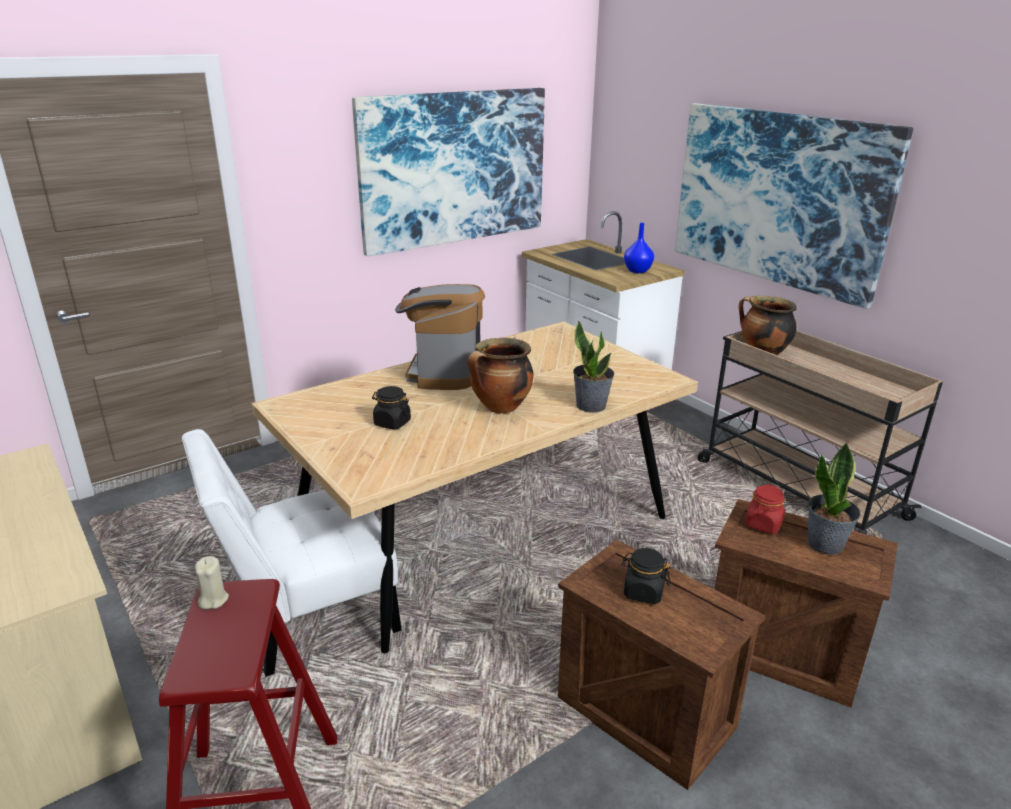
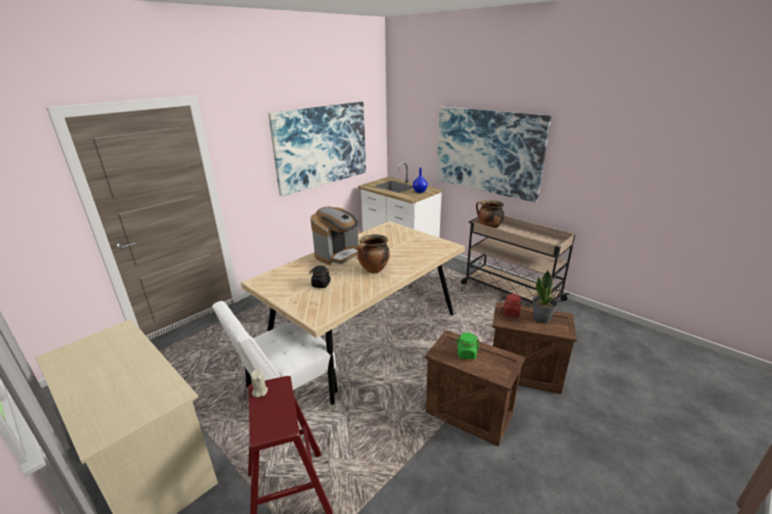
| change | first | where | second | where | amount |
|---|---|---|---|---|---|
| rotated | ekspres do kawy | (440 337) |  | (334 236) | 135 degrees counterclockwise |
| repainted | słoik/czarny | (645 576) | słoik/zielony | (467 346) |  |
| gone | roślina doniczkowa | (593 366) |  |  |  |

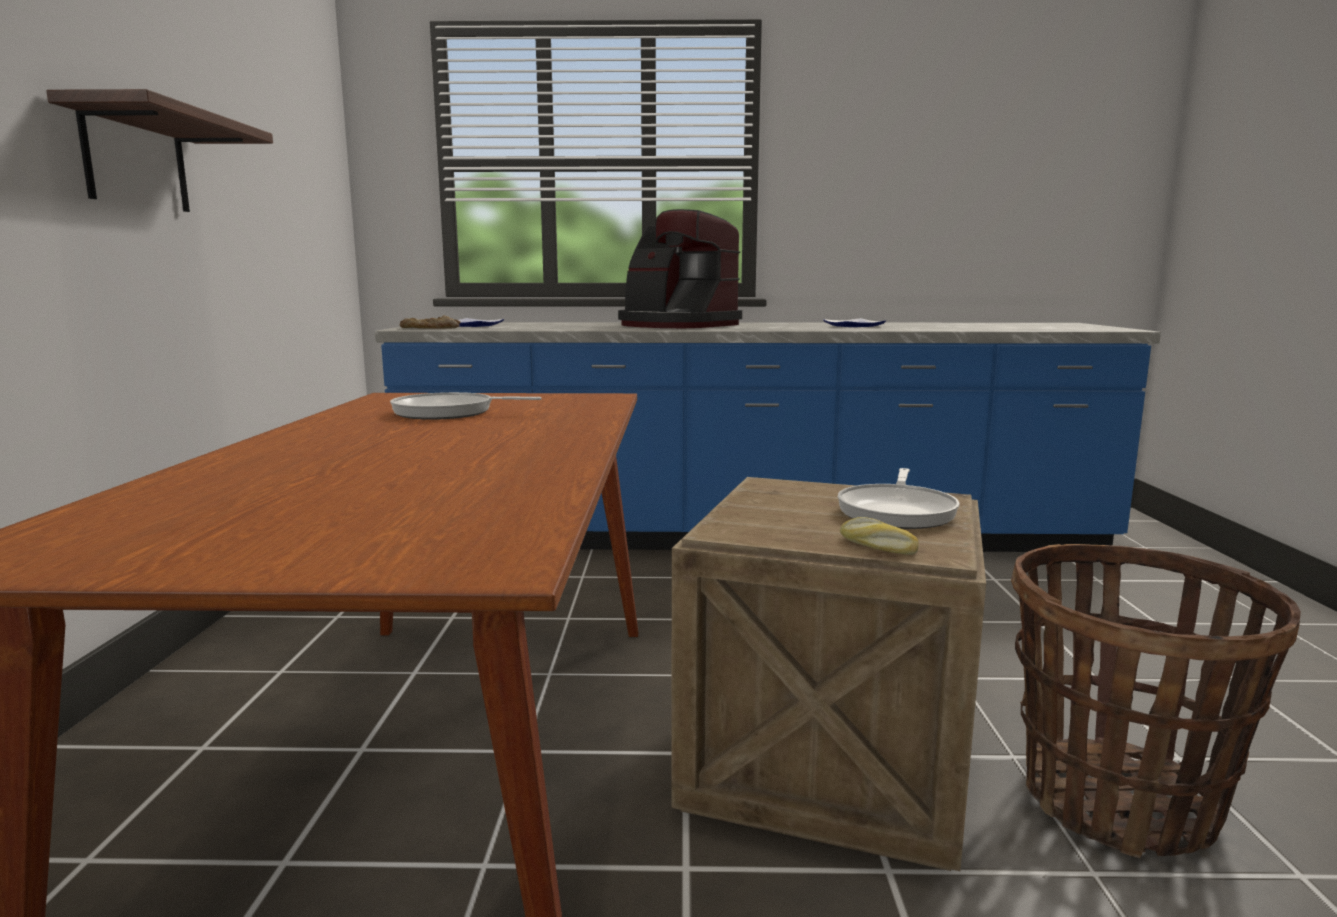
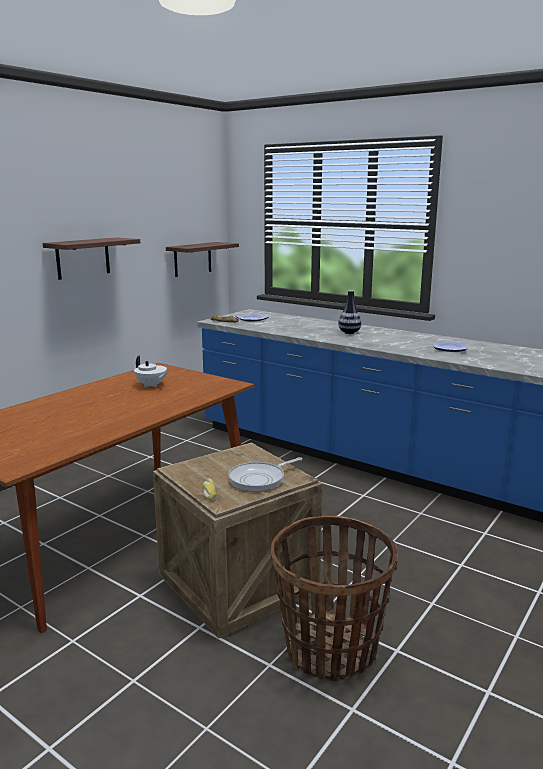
| change | first | where | second | where | amount |
|---|---|---|---|---|---|
| swapped | patelnia | (466 406) | imbryk/biały | (150 371) |  |
| new |  |  | półka | (202 259) |  |
| swapped | ekspres do kawy | (680 268) | wazon | (349 312) |  |

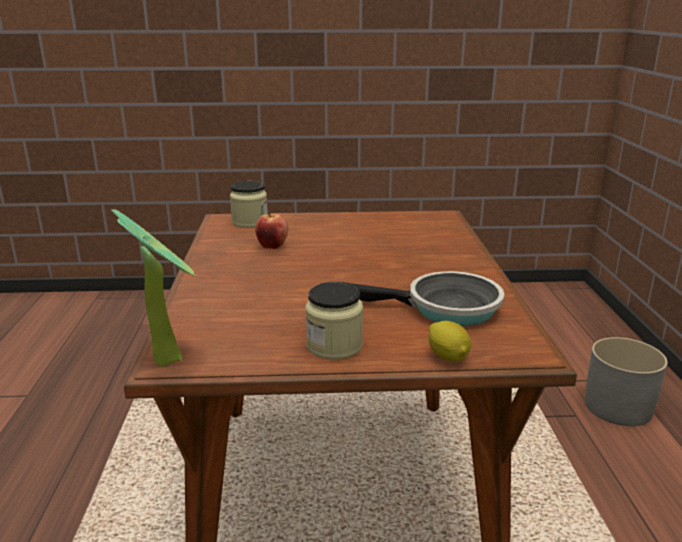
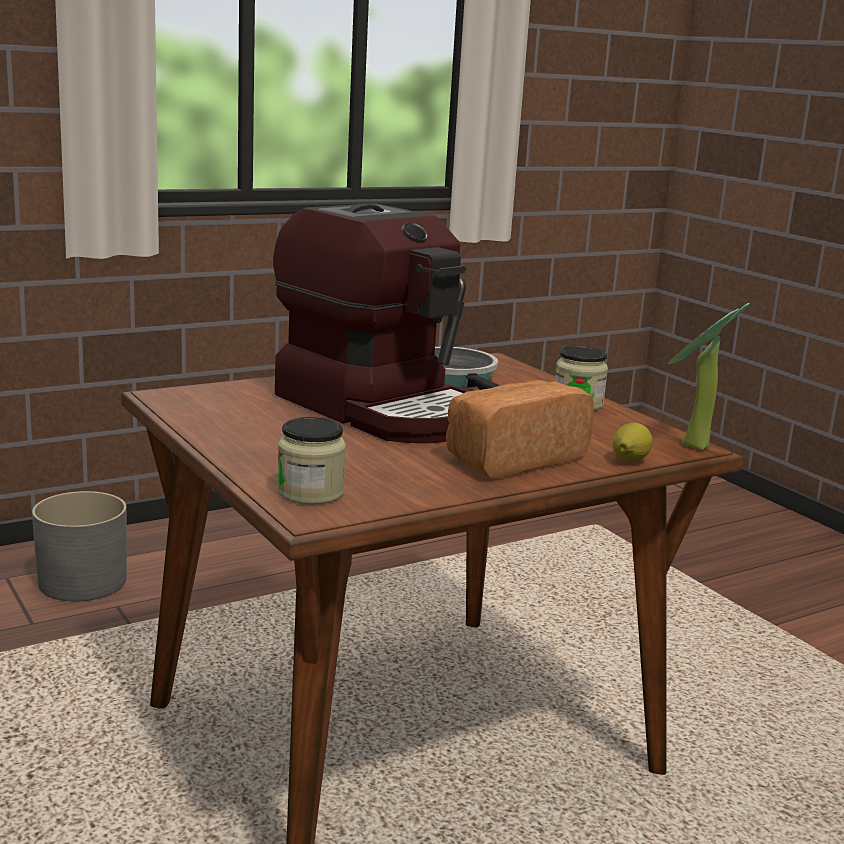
| change | first | where | second | where | amount |
|---|---|---|---|---|---|
| new |  |  | ekspres do kawy | (370 323) |  |
| new |  |  | chleb | (520 429) |  |
| shifted | cytryna | (450 341) |  | (632 442) |  |
| gone | jabłko | (271 231) |  |  |  |

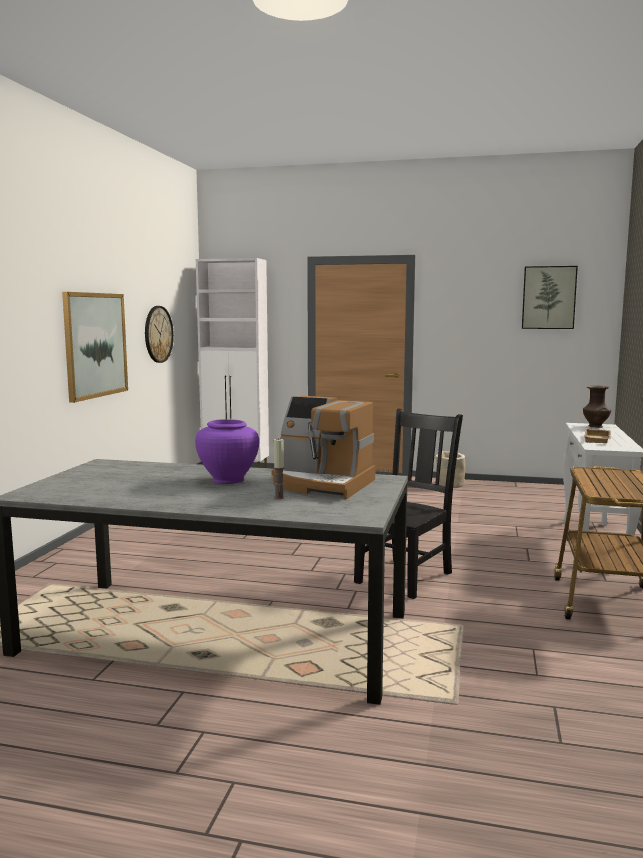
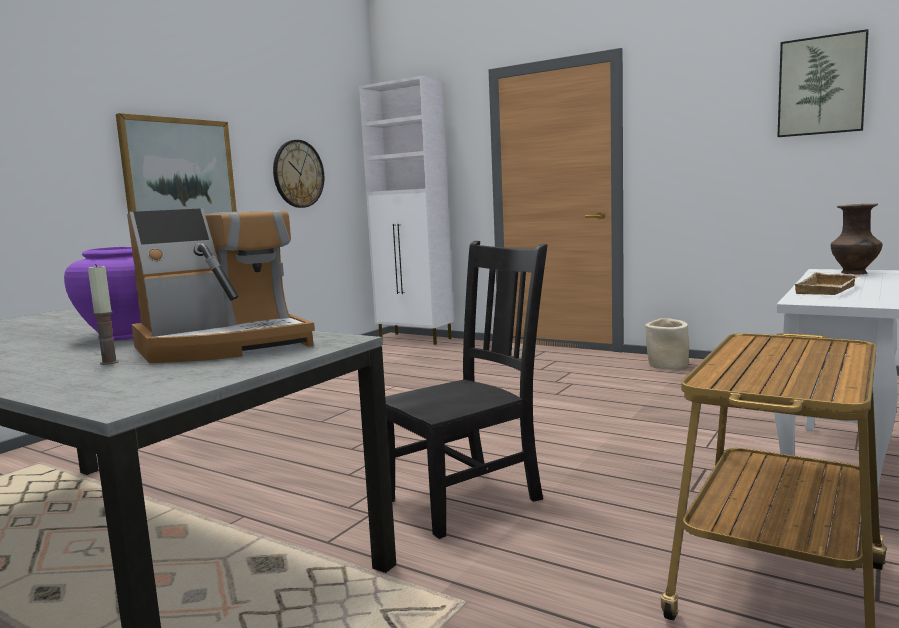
| change | first | where | second | where | amount |
|---|---|---|---|---|---|
| rotated | ekspres do kawy | (323 447) |  | (221 285) | 75 degrees counterclockwise |

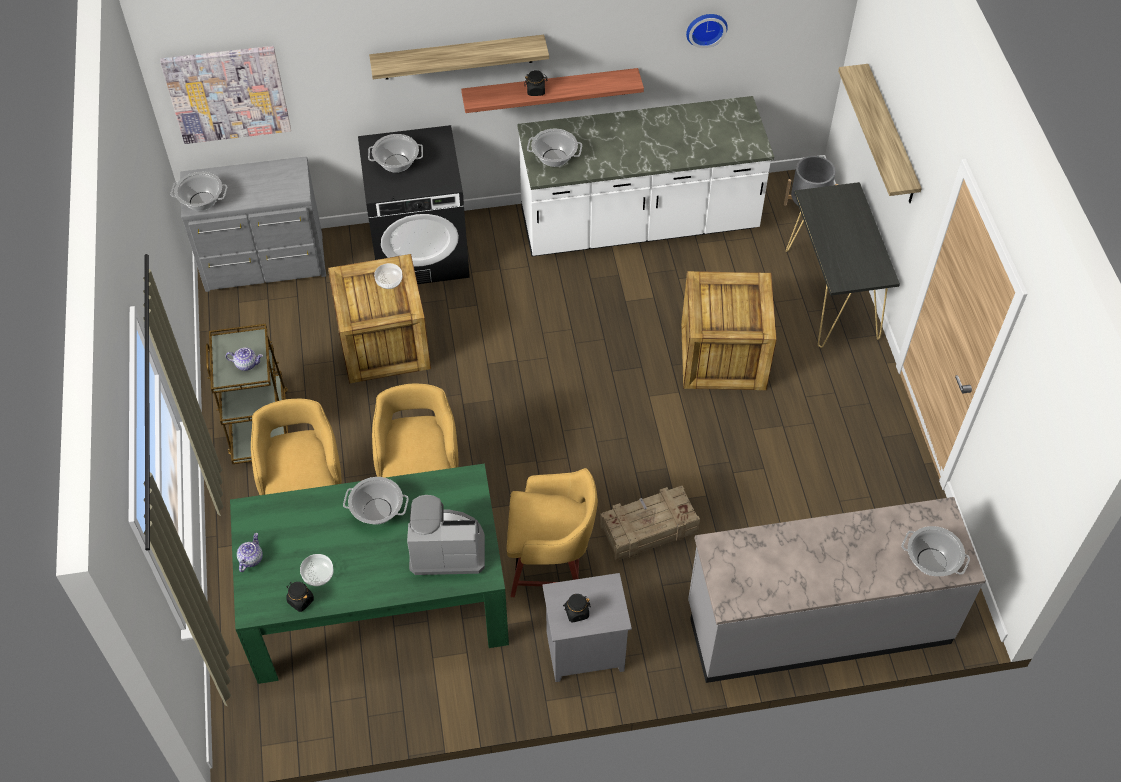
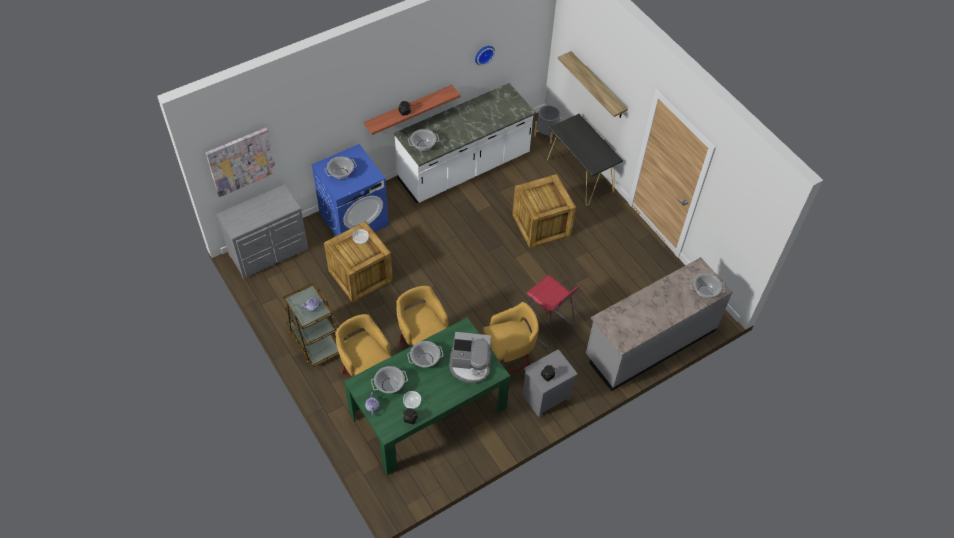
| change | first | where | second | where | amount |
|---|---|---|---|---|---|
| repainted | pralka/czarny | (414 204) | pralka/niebieski | (350 190) |  |
| shifted | garnek | (198 191) |  | (389 379) |  |
| rotated | ekspres do kawy | (446 535) |  | (470 357) | 150 degrees counterclockwise |
| swapped | skrzynka | (650 524) | stołek/czerwony | (552 312) |  |
| gone | półka | (459 57) |  |  |  |

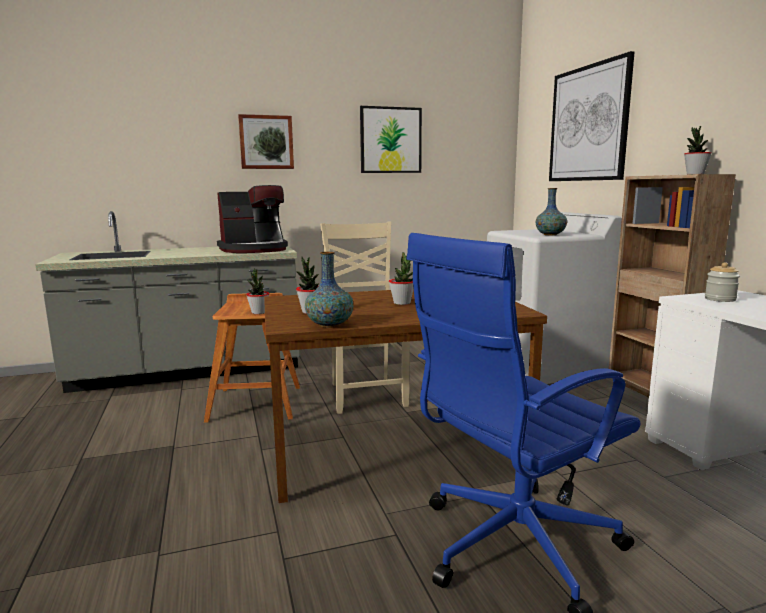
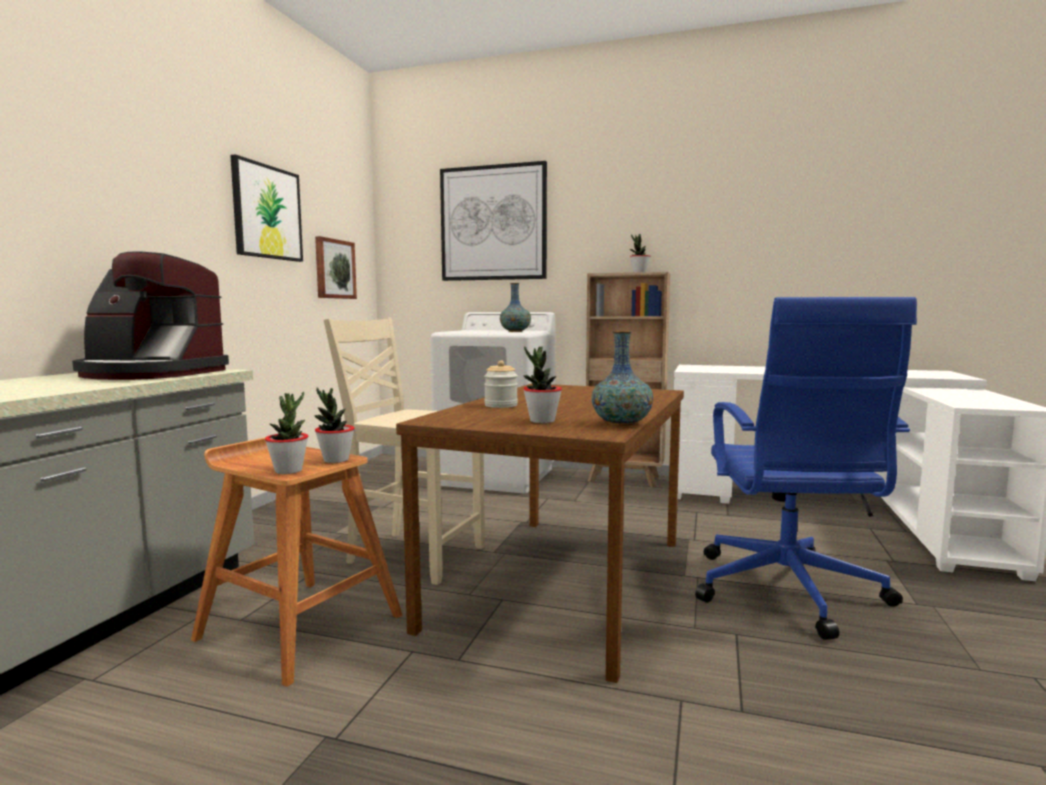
| change | first | where | second | where | amount |
|---|---|---|---|---|---|
| rotated | ekspres do kawy | (252 219) |  | (150 315) | 90 degrees clockwise |
| shifted | roślina doniczkowa | (401 278) |  | (286 433) |  |
| shifted | obraz | (266 141) |  | (336 267) |  |
| shifted | słoik | (722 282) |  | (501 384) |  |

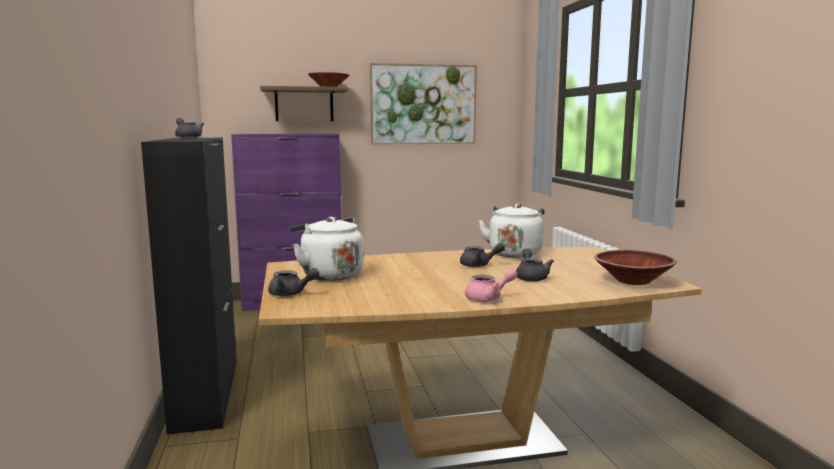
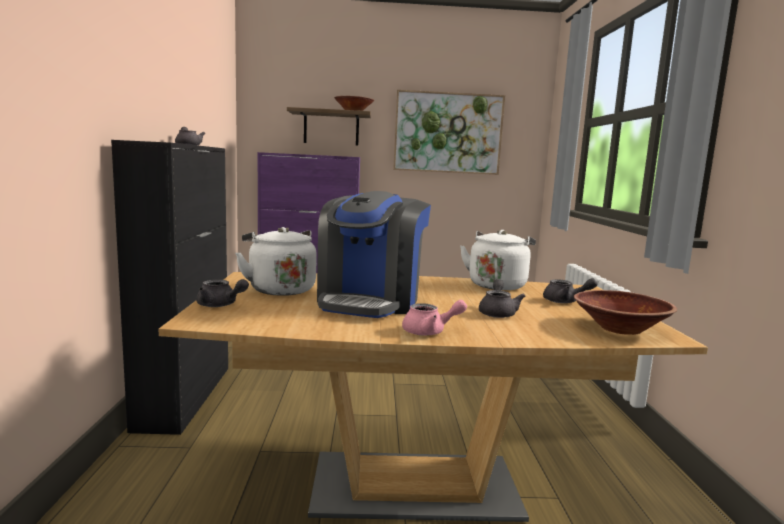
| change | first | where | second | where | amount |
|---|---|---|---|---|---|
| new |  |  | ekspres do kawy | (374 254) |  |
| shifted | imbryk/szary | (482 255) |  | (570 290) |  |

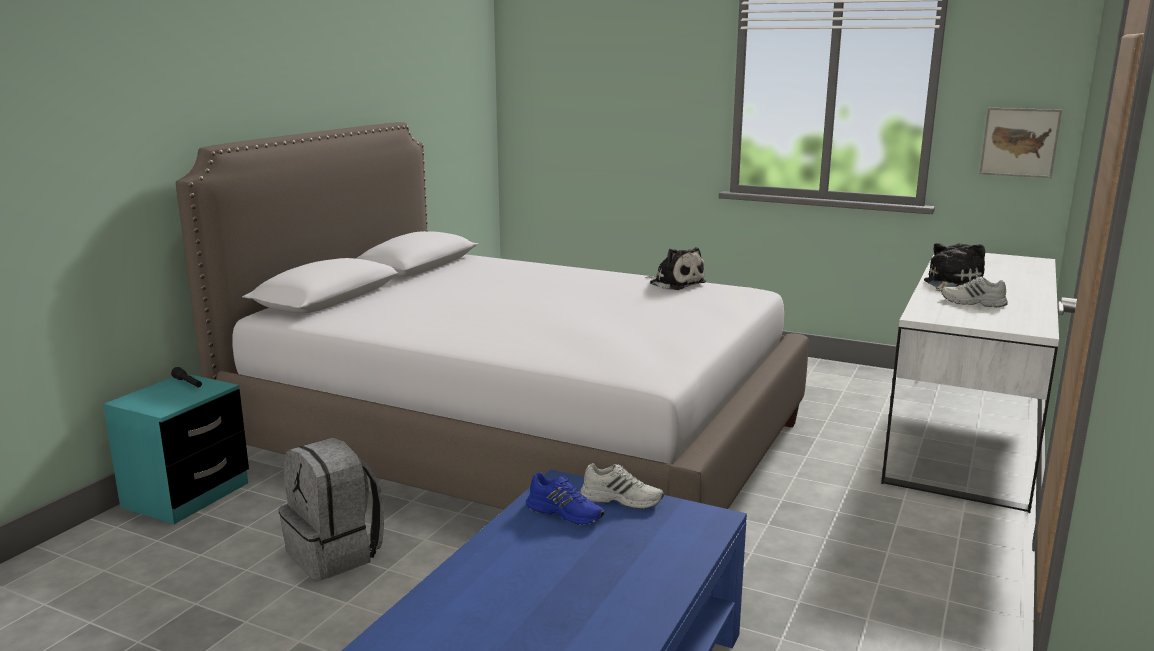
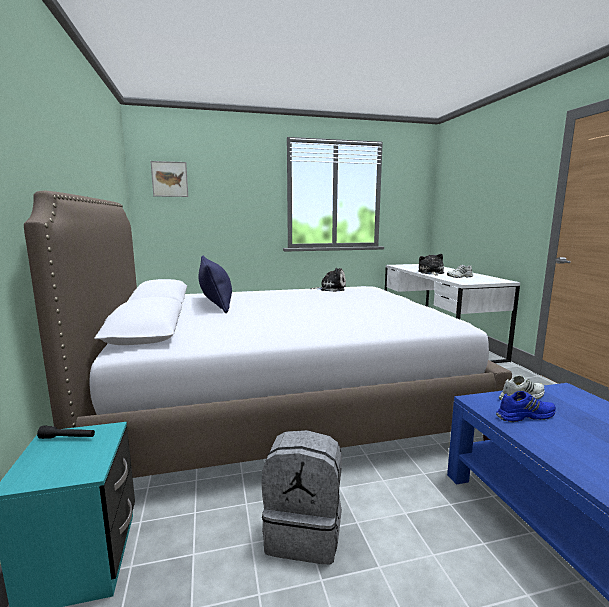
| change | first | where | second | where | amount |
|---|---|---|---|---|---|
| shifted | obraz | (1020 143) |  | (169 179) |  |
| new |  |  | poduszka/niebieski | (215 284) |  |

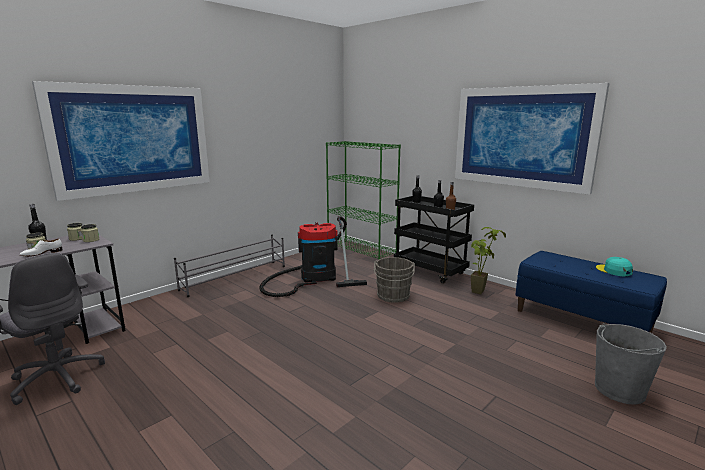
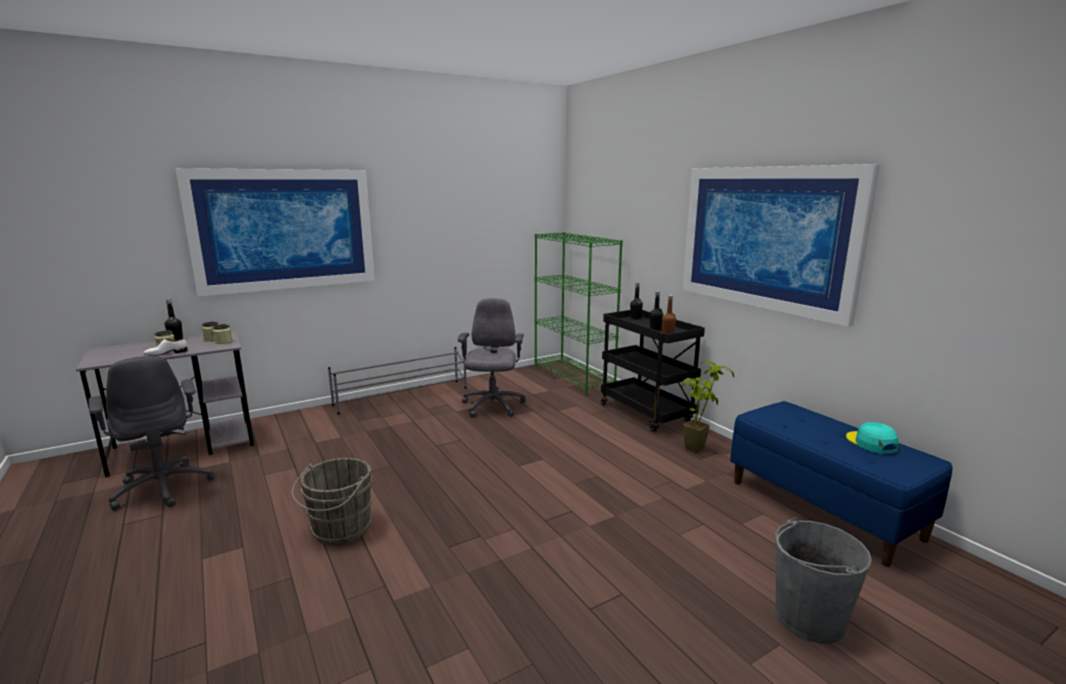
| change | first | where | second | where | amount |
|---|---|---|---|---|---|
| shifted | wiadro/szary | (394 280) |  | (331 501) |  |
| swapped | odkurzacz | (313 256) | krzesło biurowe/szary | (491 357) |  |

